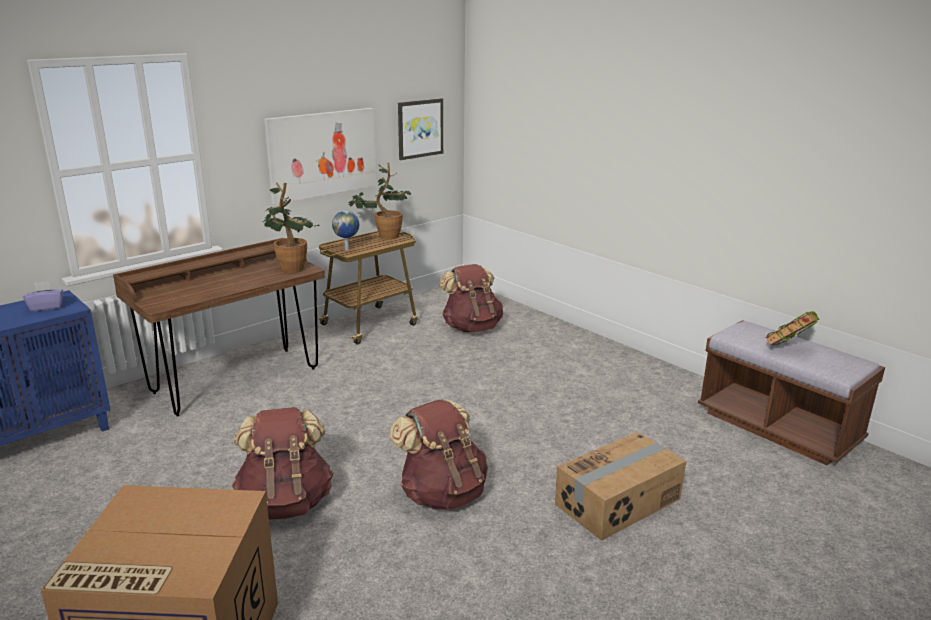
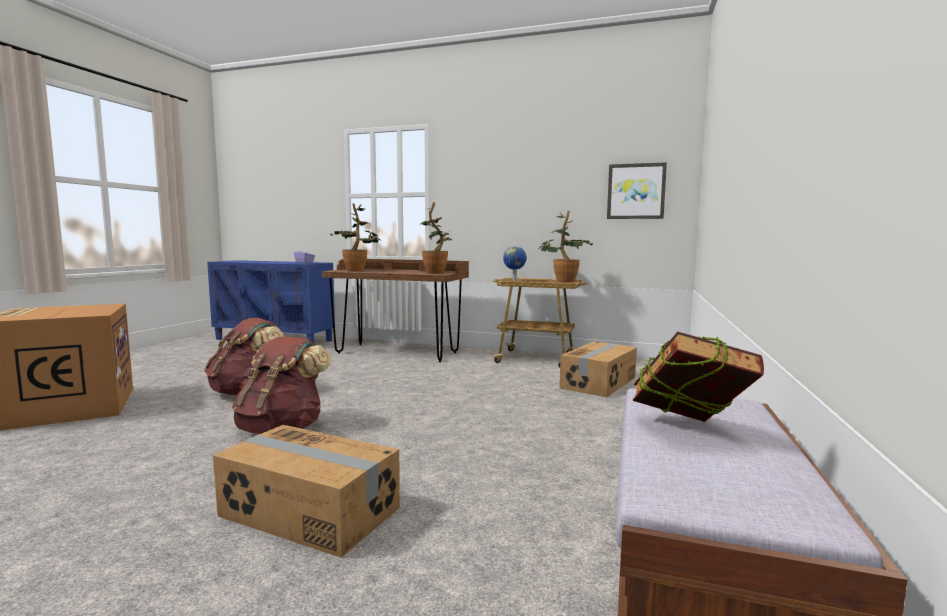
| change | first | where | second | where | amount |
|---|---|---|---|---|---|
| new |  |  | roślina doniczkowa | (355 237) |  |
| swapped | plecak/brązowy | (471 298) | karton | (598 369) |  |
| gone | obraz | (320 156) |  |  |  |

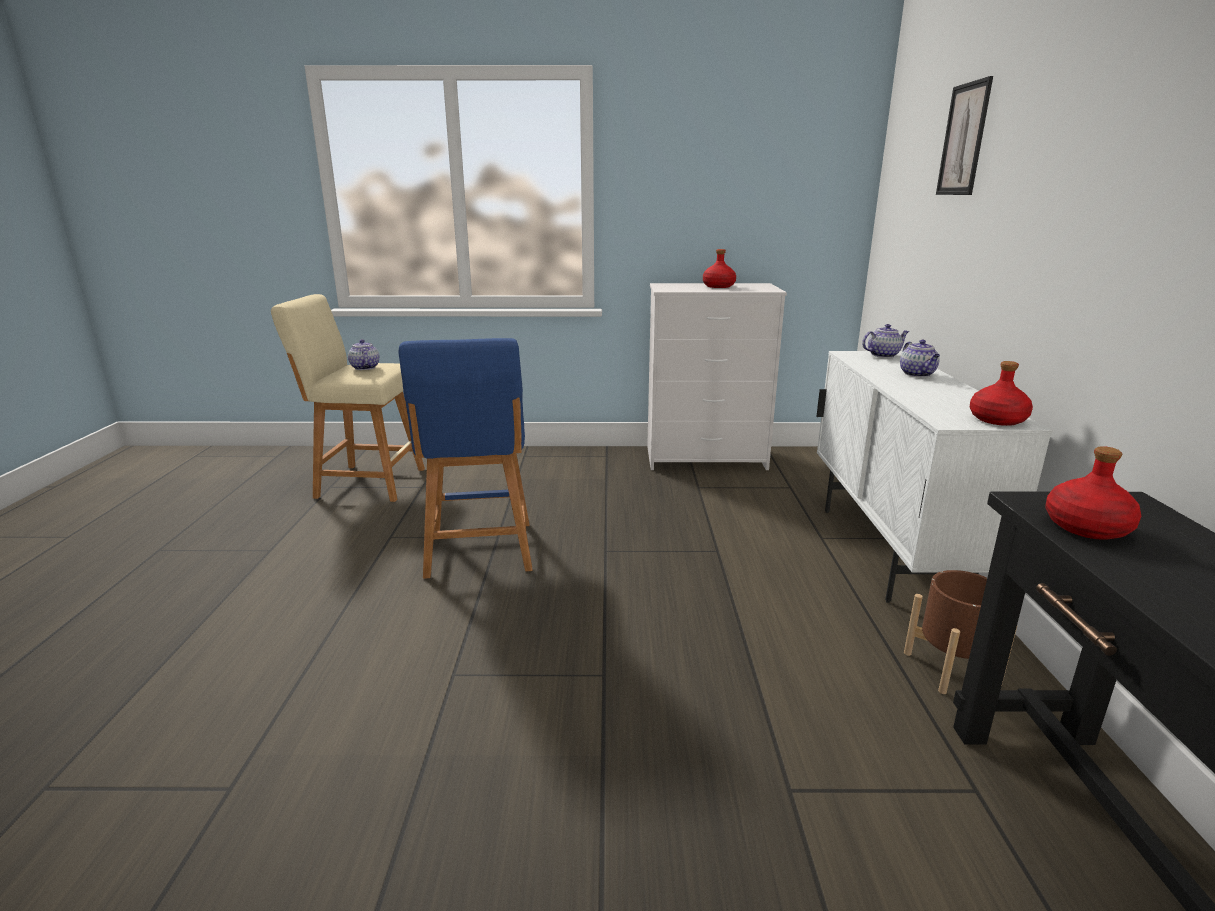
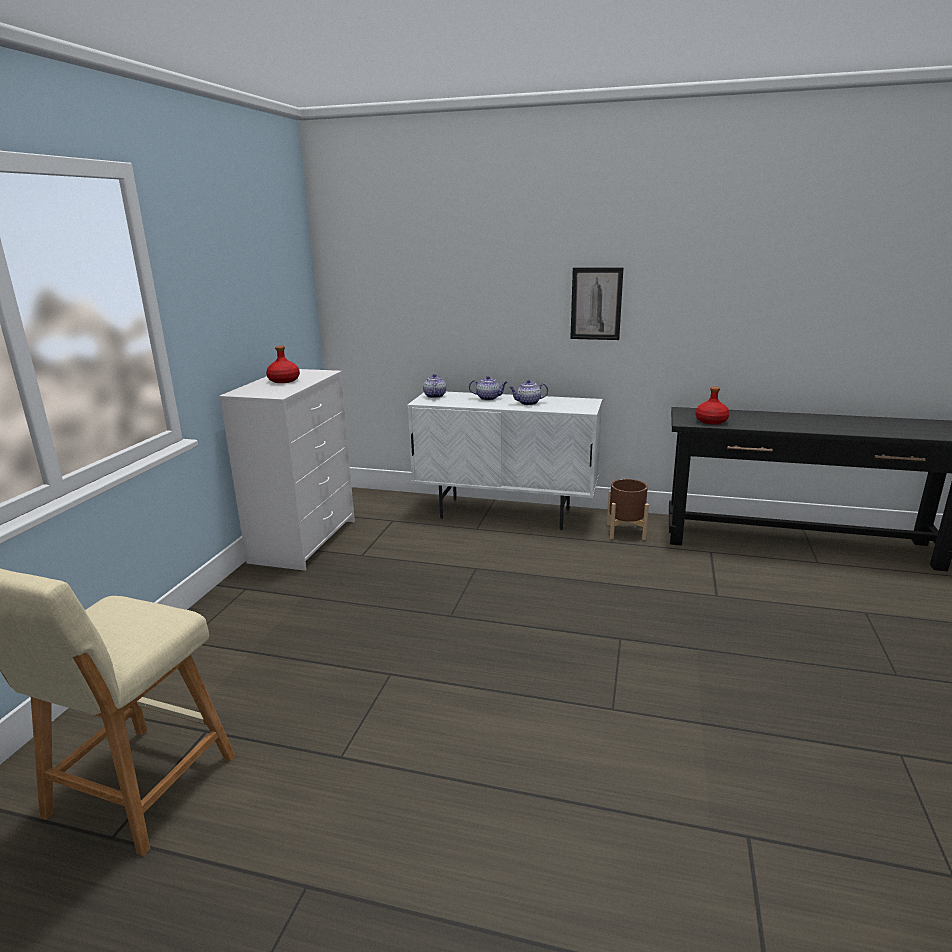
| change | first | where | second | where | amount |
|---|---|---|---|---|---|
| shifted | imbryk | (363 354) |  | (528 392) |  |
| shifted | obraz | (964 135) |  | (596 304) |  |
| gone | stołek/niebieski | (465 458) |  |  |  |
| gone | butelka/czerwony | (1001 393) |  |  |  |

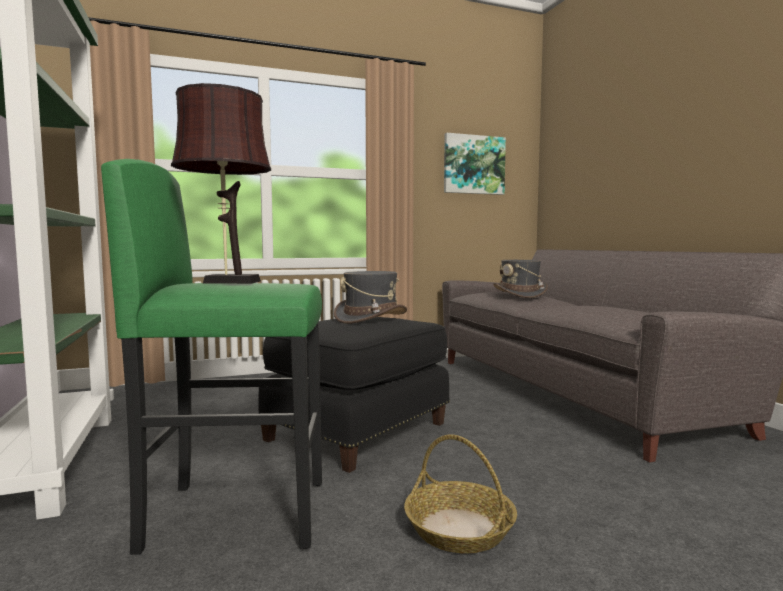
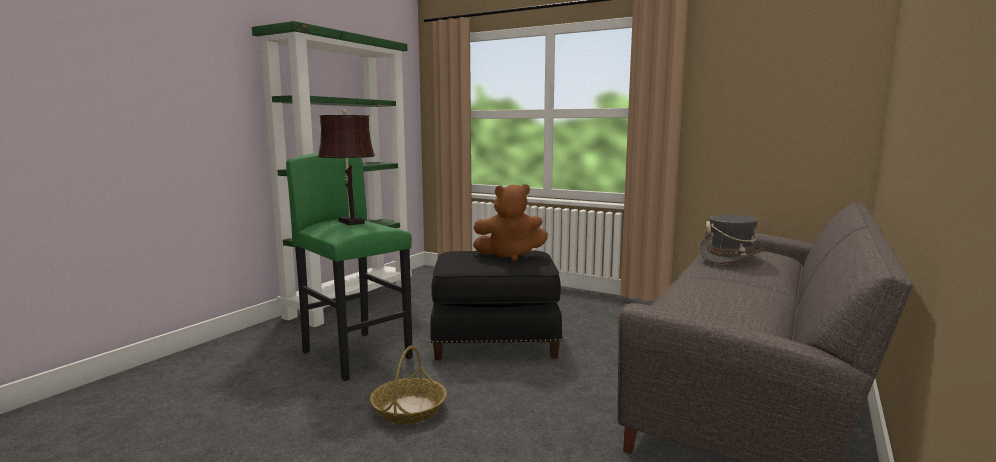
| change | first | where | second | where | amount |
|---|---|---|---|---|---|
| swapped | kapelusz/szary | (370 297) | pluszak/brązowy | (510 222) |  |
| gone | obraz | (475 164) |  |  |  |

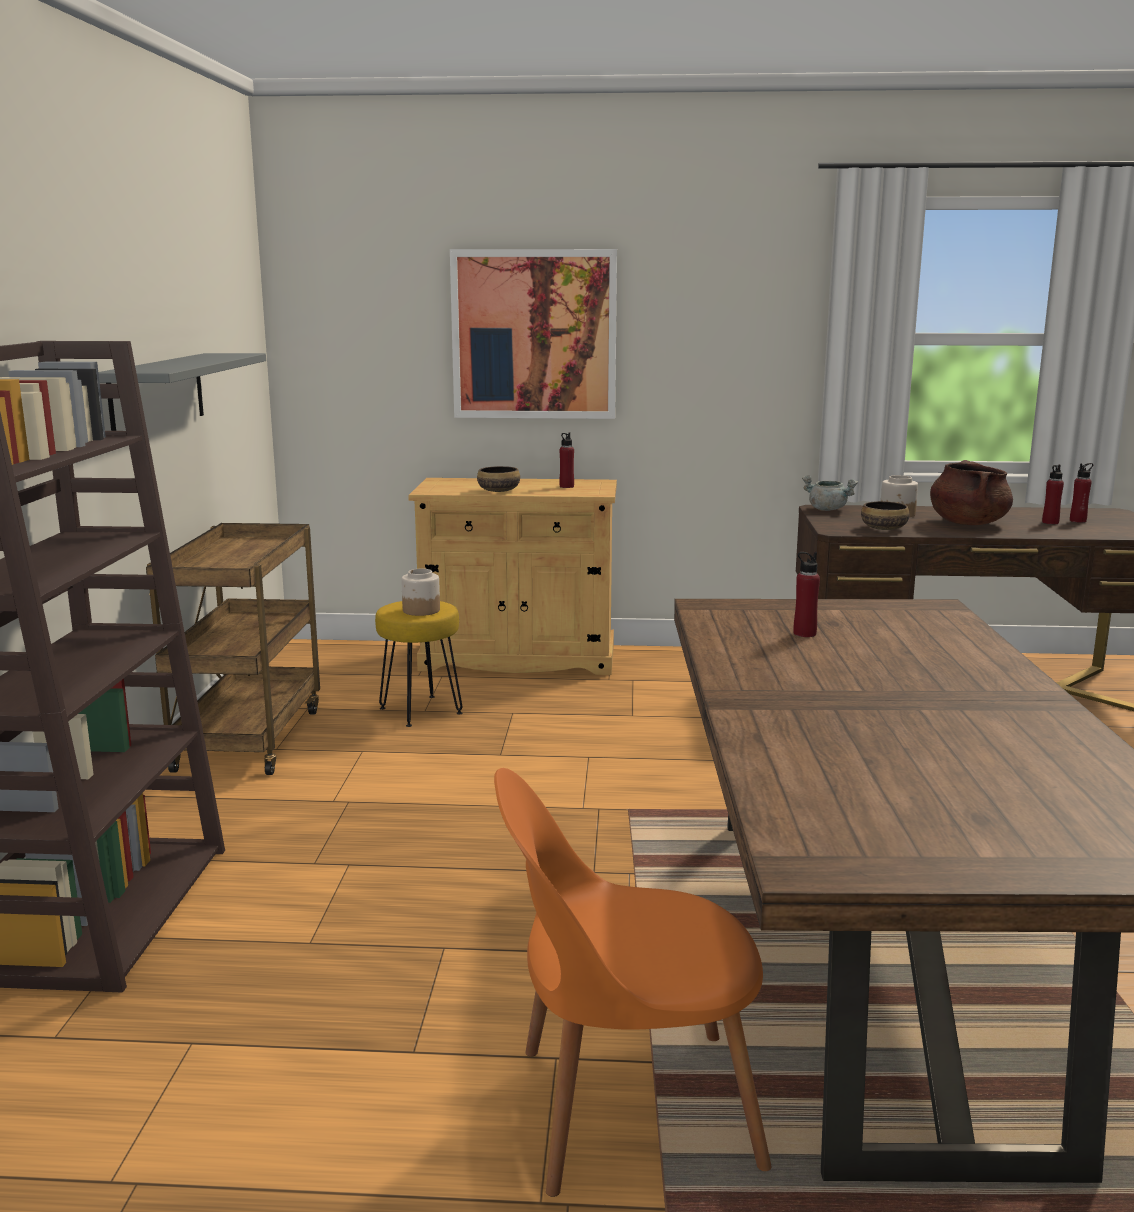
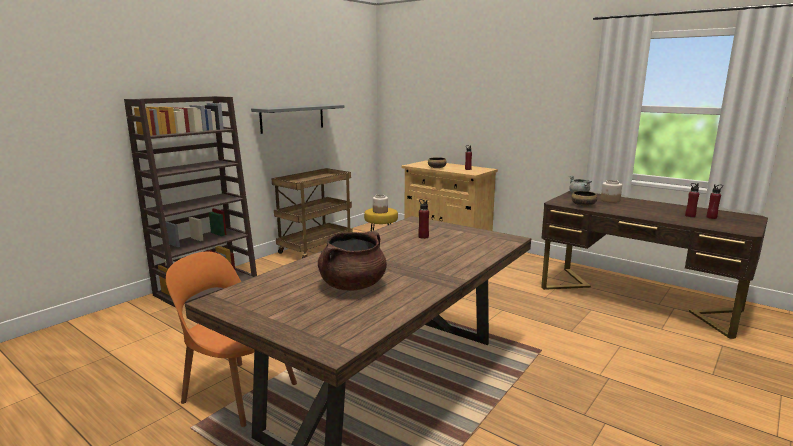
| change | first | where | second | where | amount |
|---|---|---|---|---|---|
| shifted | garnek/brązowy | (971 492) |  | (352 261) |  |
| gone | obraz | (533 334) |  |  |  |

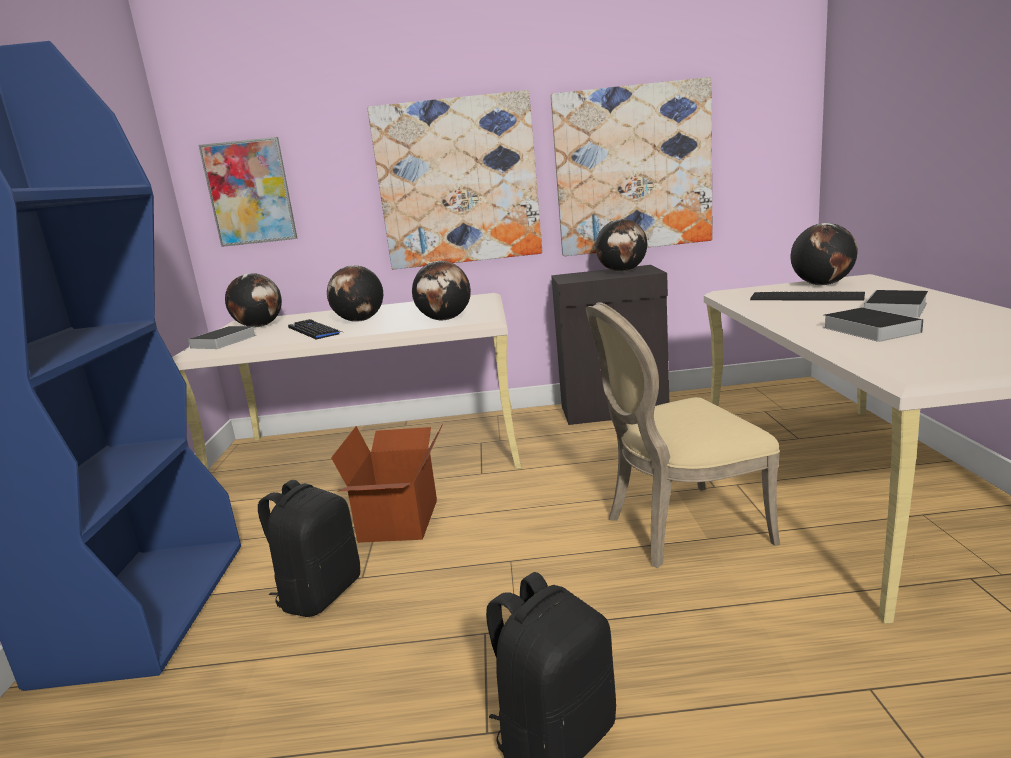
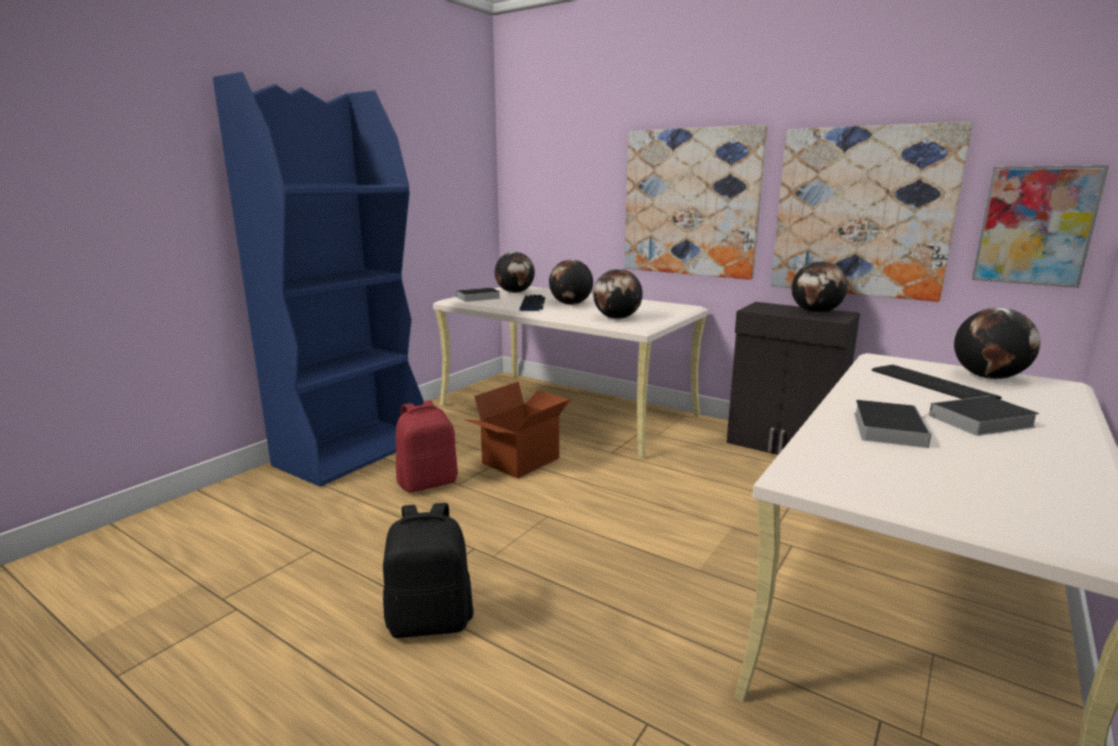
| change | first | where | second | where | amount |
|---|---|---|---|---|---|
| repainted | plecak/czarny | (309 548) | plecak/czerwony | (427 446) |  |
| shifted | obraz | (248 192) |  | (1040 226) |  |
| gone | krzesło/beżowy | (683 435) |  |  |  |

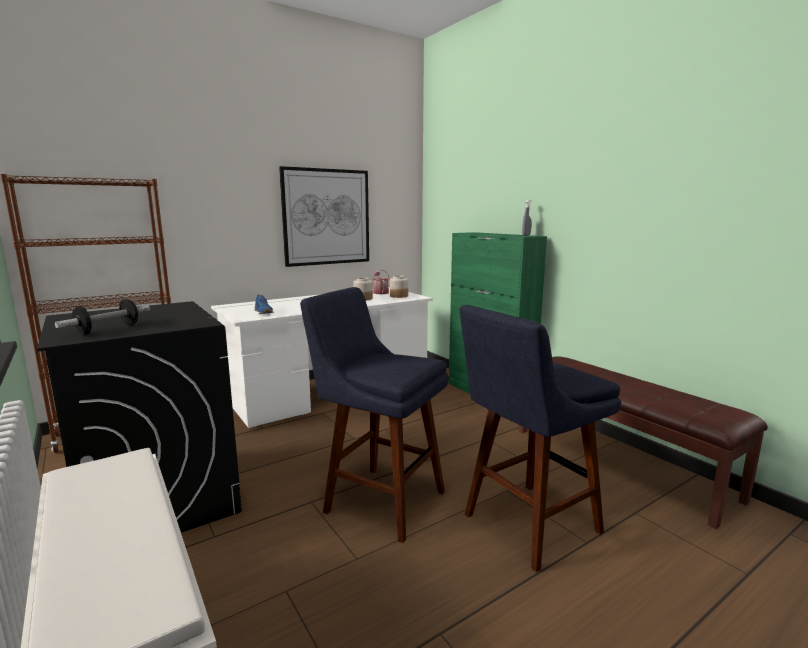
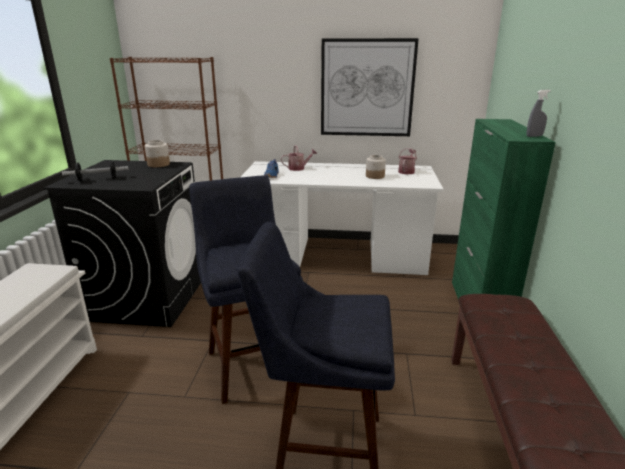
| change | first | where | second | where | amount |
|---|---|---|---|---|---|
| shifted | słoik | (399 286) |  | (157 153) |  |
| new |  |  | konewka | (299 158) |  |

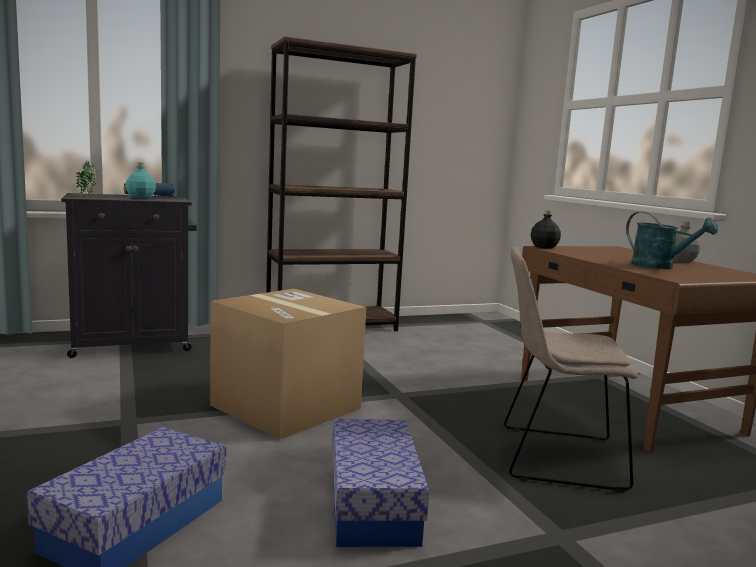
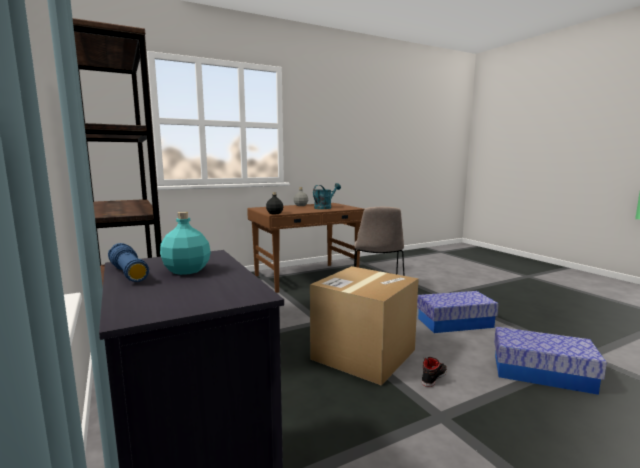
| change | first | where | second | where | amount |
|---|---|---|---|---|---|
| new |  |  | but/czarny | (434 372) |  |
| gone | roślina doniczkowa | (86 178) |  |  |  |

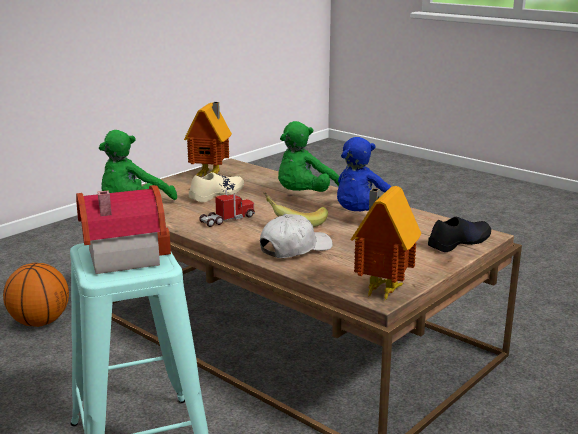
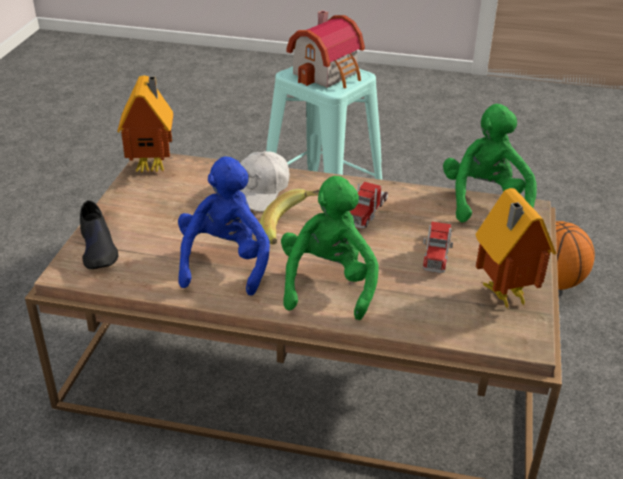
| change | first | where | second | where | amount |
|---|---|---|---|---|---|
| rotated | but/czarny | (459 234) |  | (99 234) | 45 degrees counterclockwise |
| swapped | but/beżowy | (216 187) | ciężarówka zabawkowa | (438 247) |  |

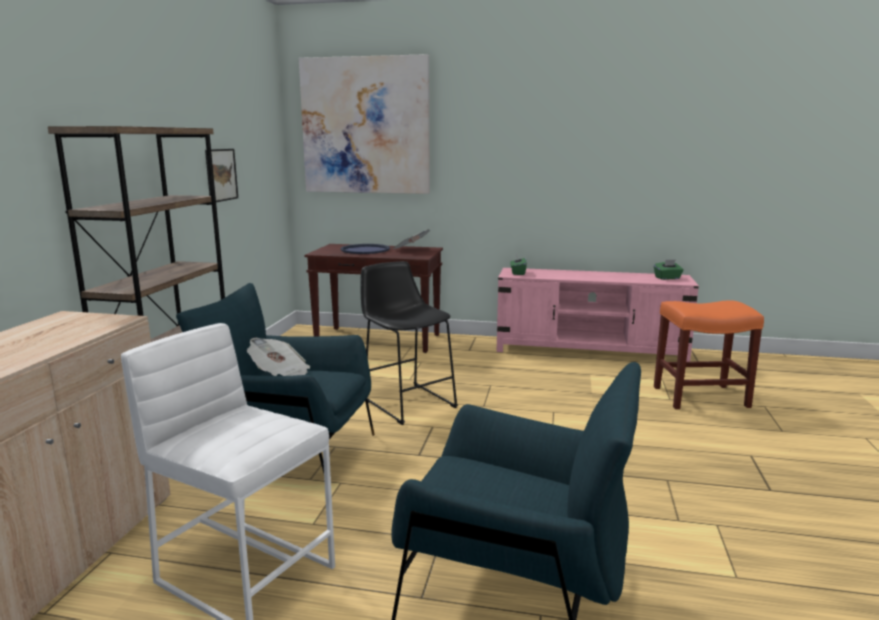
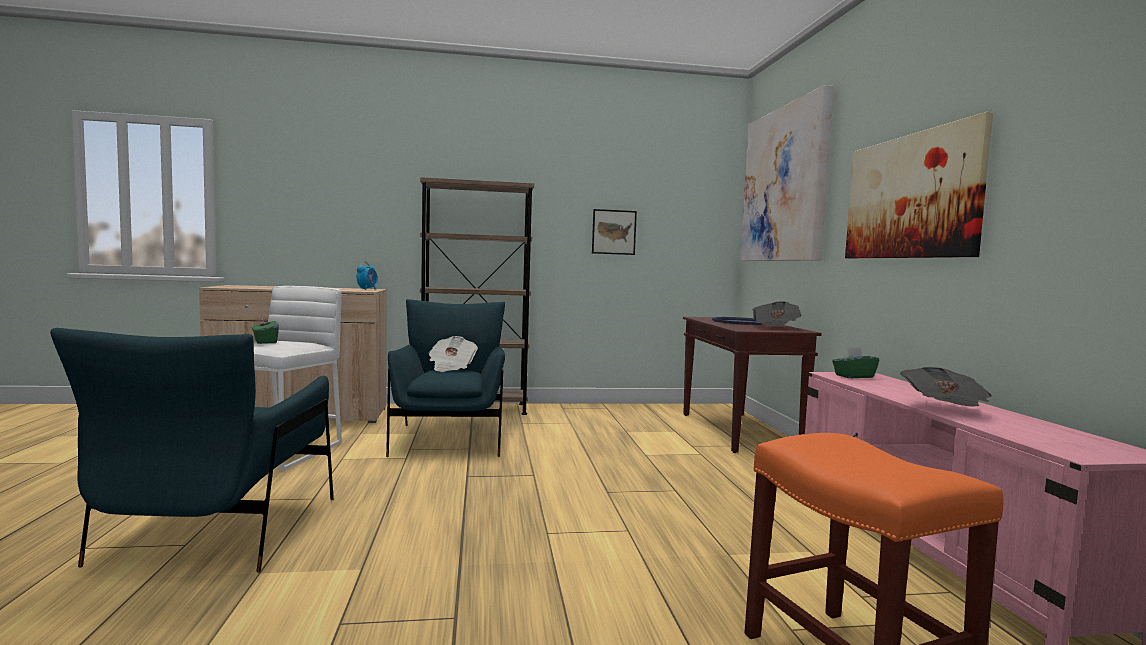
| change | first | where | second | where | amount |
|---|---|---|---|---|---|
| shifted | pudełko chusteczek/zielony | (669 270) |  | (265 330) |  |
| new |  |  | budzik | (367 275) |  |
| new |  |  | obraz | (919 185) |  |
| new |  |  | gazeta | (945 386) |  |
| gone | stołek/czarny | (409 343) |  |  |  |

